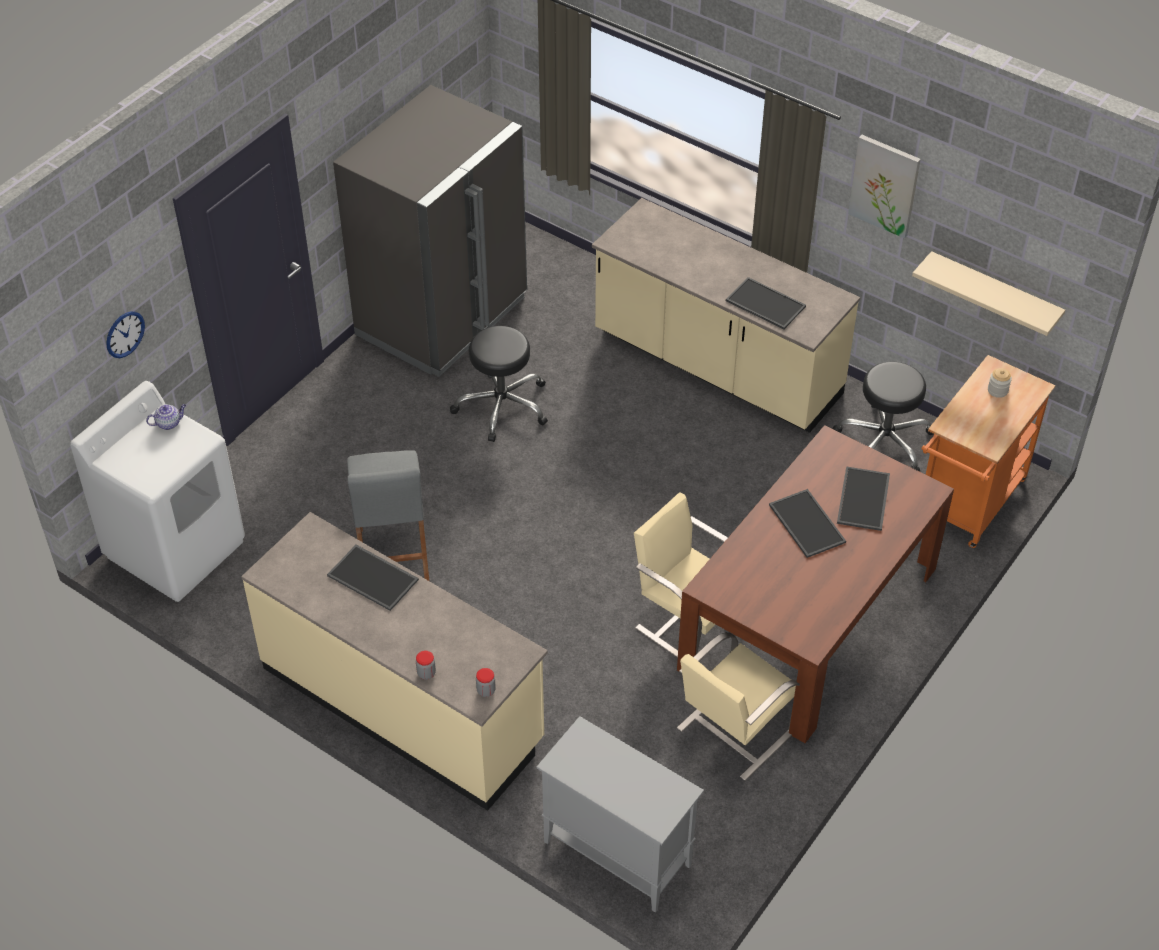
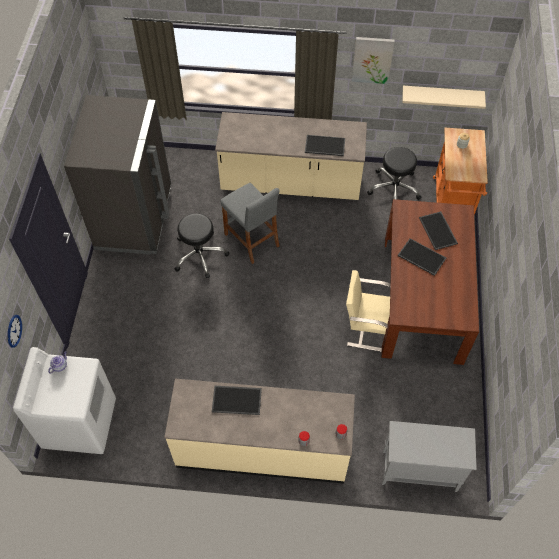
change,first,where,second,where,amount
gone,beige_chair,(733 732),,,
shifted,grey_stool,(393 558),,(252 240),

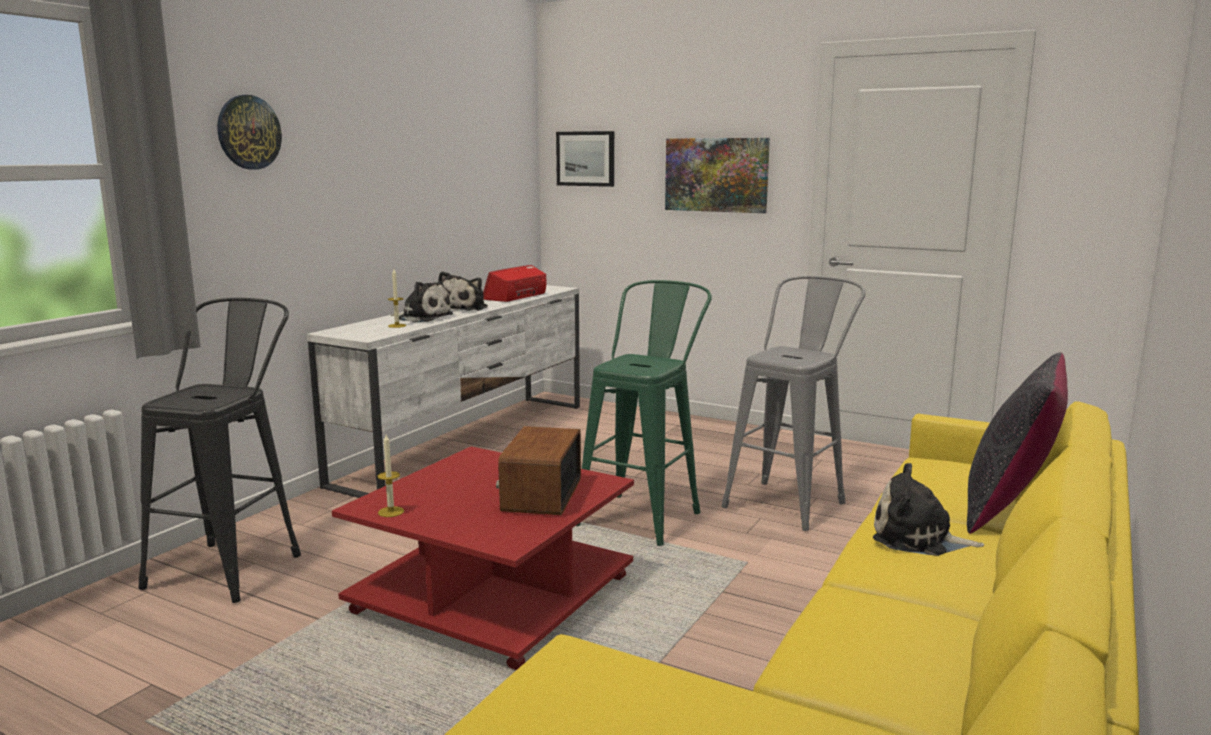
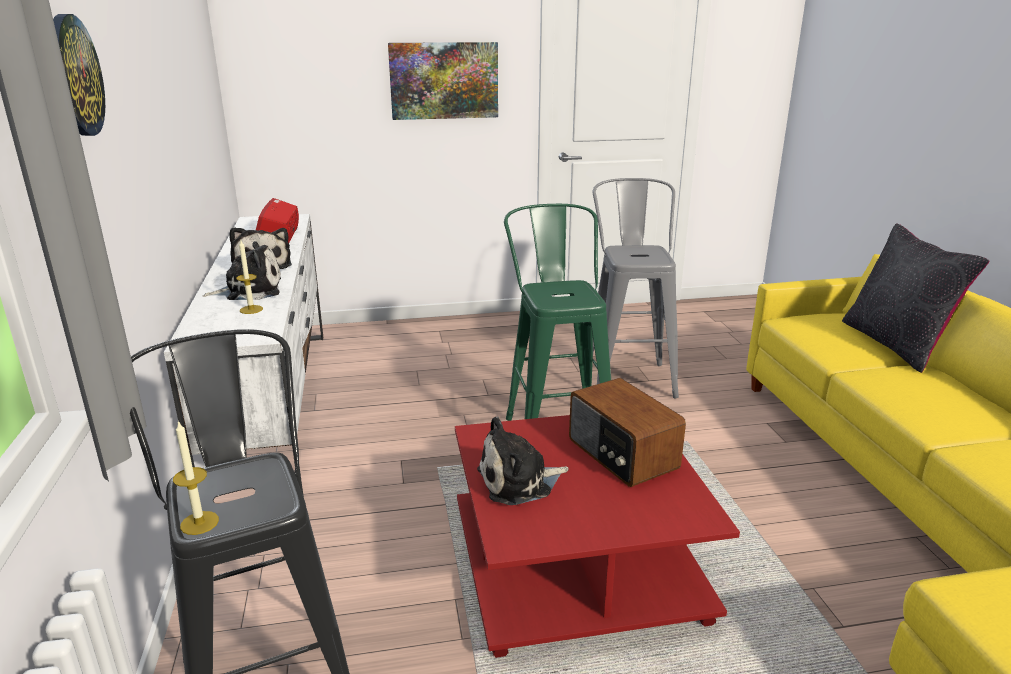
change,first,where,second,where,amount
gone,picture,(586 158),,,
shifted,candle,(391 512),,(199 523),
shifted,plush_toy,(918 538),,(519 481),

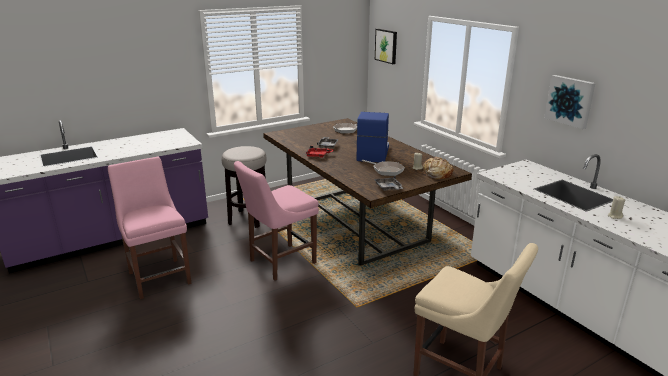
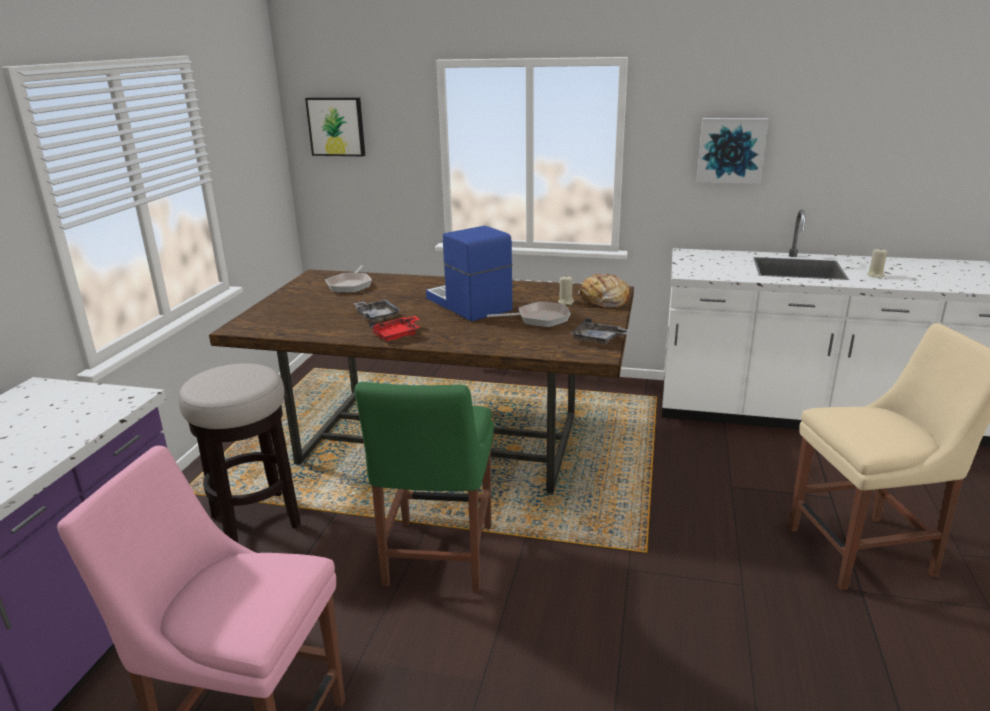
change,first,where,second,where,amount
repainted,pink_chair,(279 262),green_chair,(437 559),

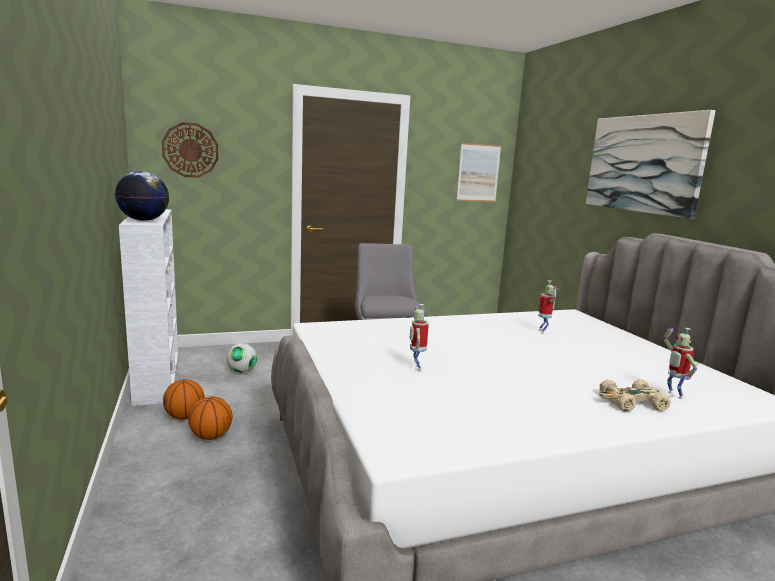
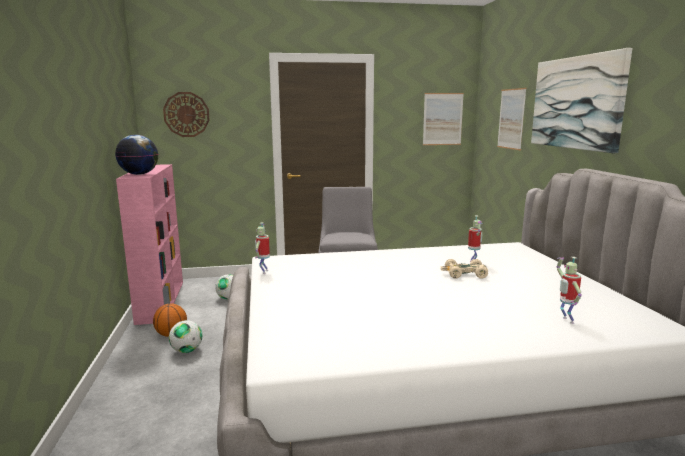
change,first,where,second,where,amount
new,,,picture,(511 119),
shifted,toy_robot,(416 368),,(263 272),
shifted,beige_toy_car,(631 403),,(464 274),
swapped,basketball,(211 436),football,(187 351),
repainted,white_bookcase,(157 375),pink_bookcase,(161 301),

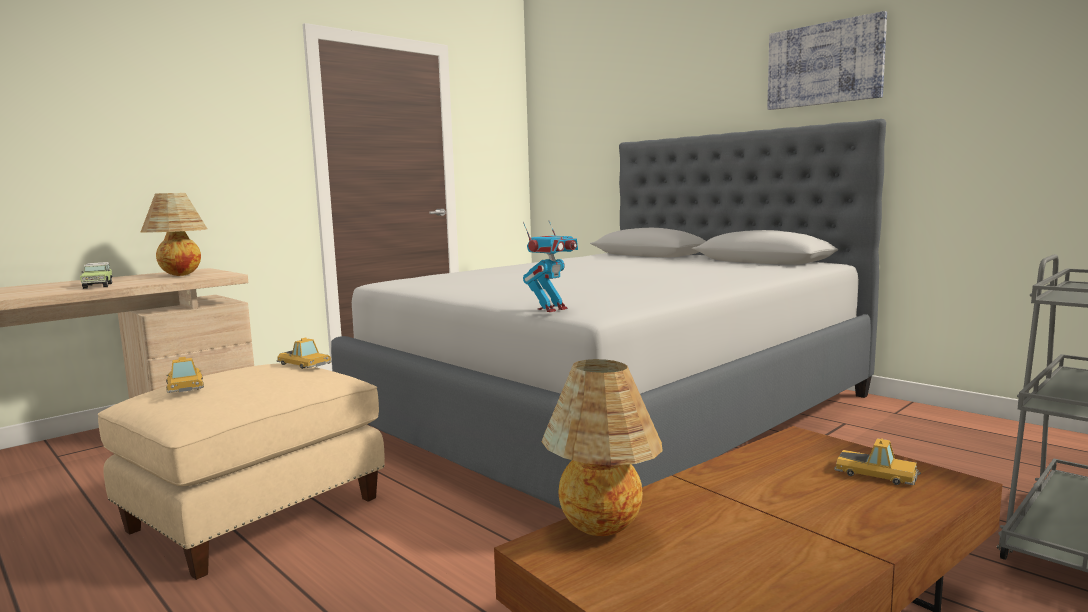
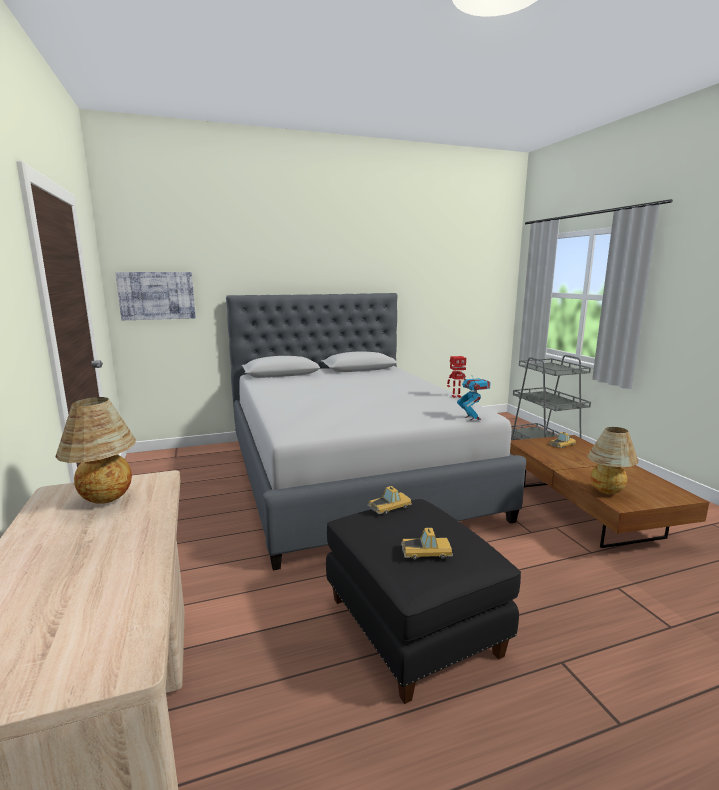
change,first,where,second,where,amount
gone,toy_car,(98 286),,,
new,,,toy_robot,(456 396),
shifted,picture,(824 64),,(157 295),
repainted,beige_ottoman,(256 515),black_ottoman,(414 626),

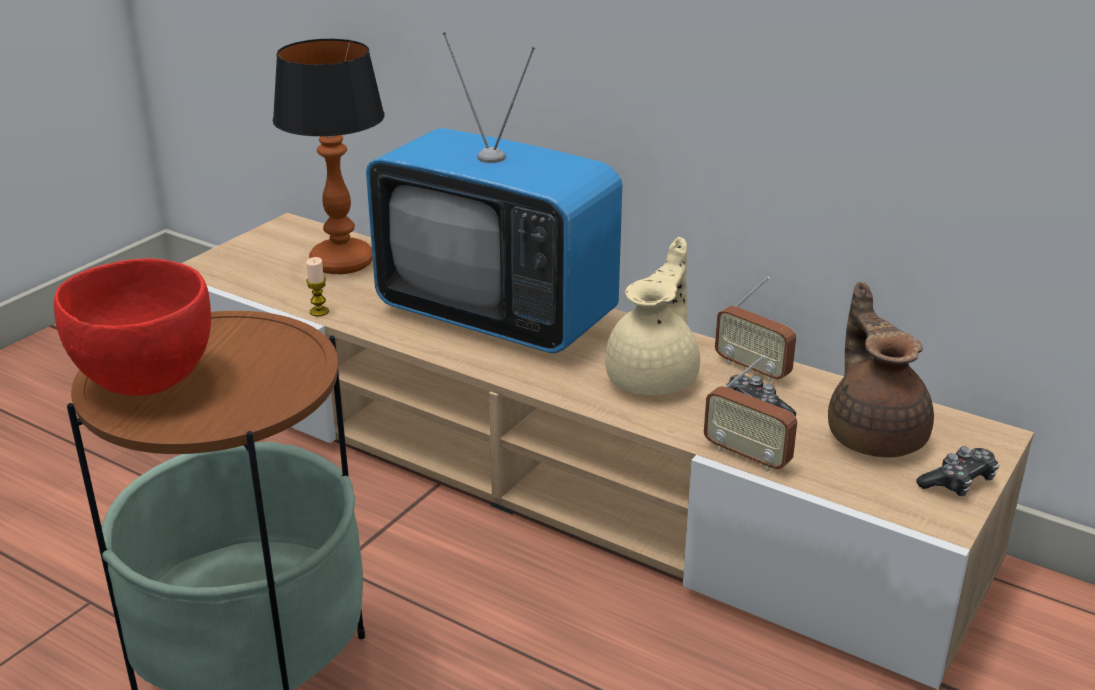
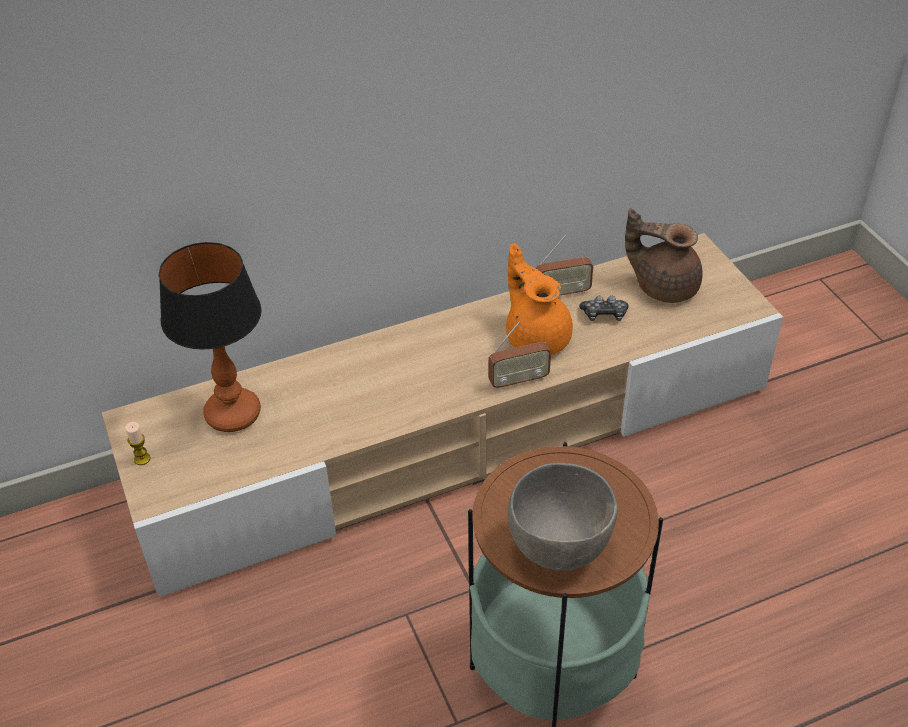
change,first,where,second,where,amount
gone,television,(497 316),,,
gone,game_controller,(958 482),,,
shifted,candle,(319 312),,(142 459),
shifted,radio,(747 456),,(518 381),
repainted,red_bowl,(146 378),grey_bowl,(558 547),
repainted,beige_teapot,(654 377),orange_teapot,(536 336),

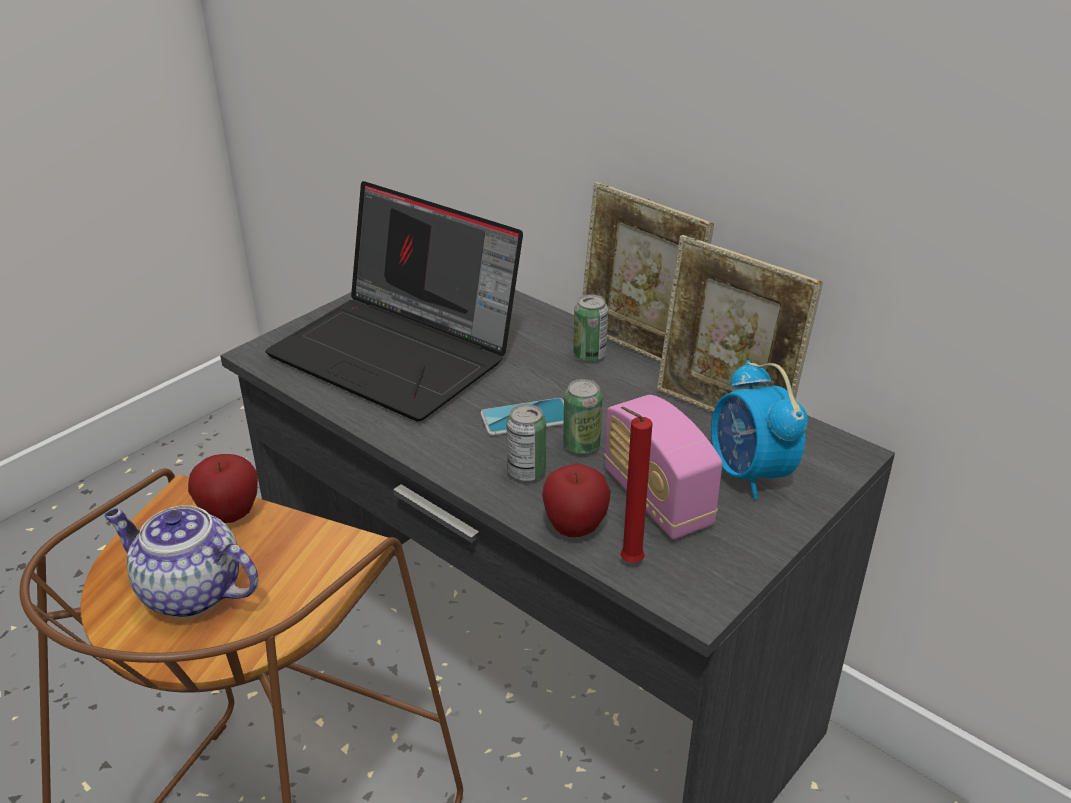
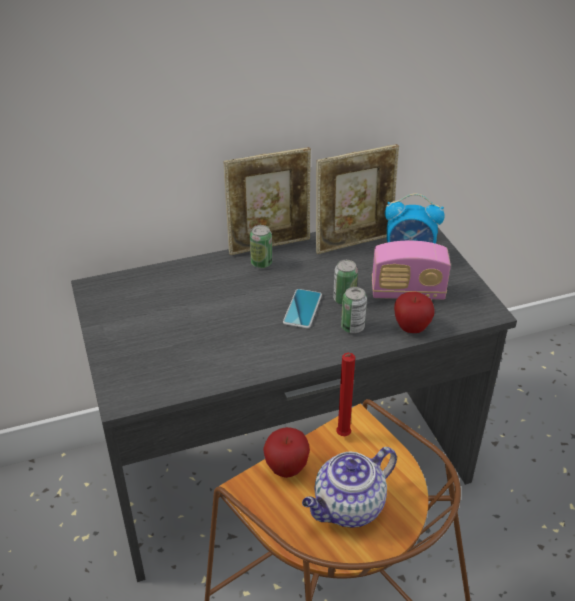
change,first,where,second,where,amount
gone,laptop,(400 353),,,
shifted,red_candle,(627 562),,(342 436),

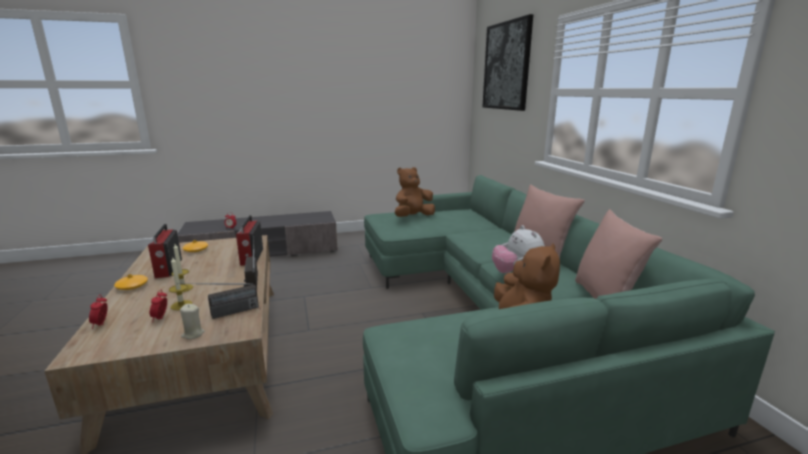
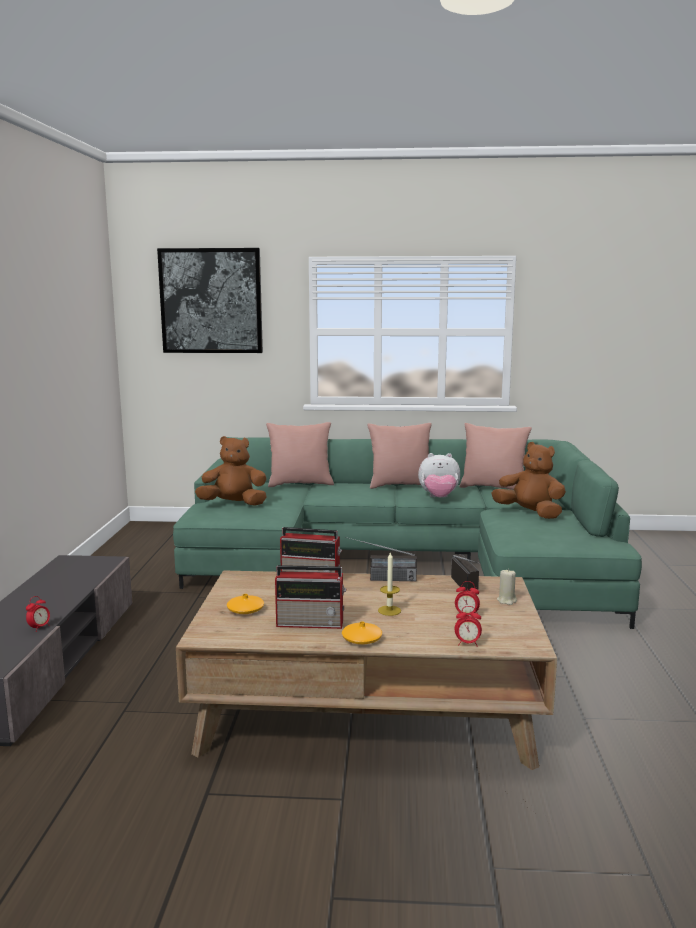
change,first,where,second,where,amount
gone,candle,(181 305),,,
new,,,pink_pillow,(300 484),
rotated,brown_plush_toy,(413 217),,(234 504),105 degrees clockwise

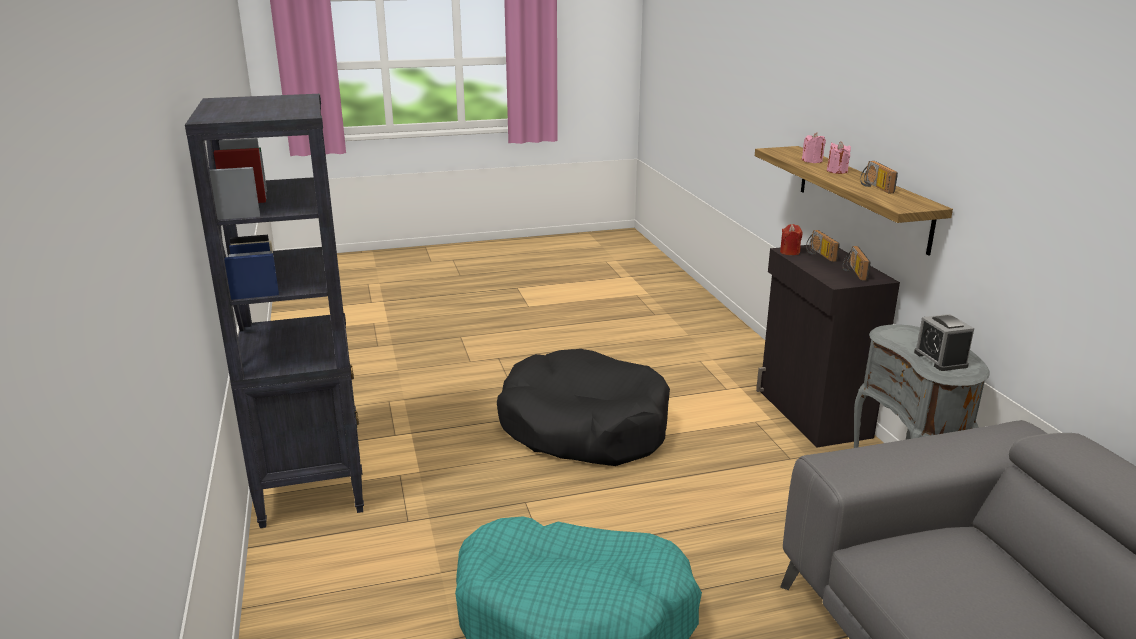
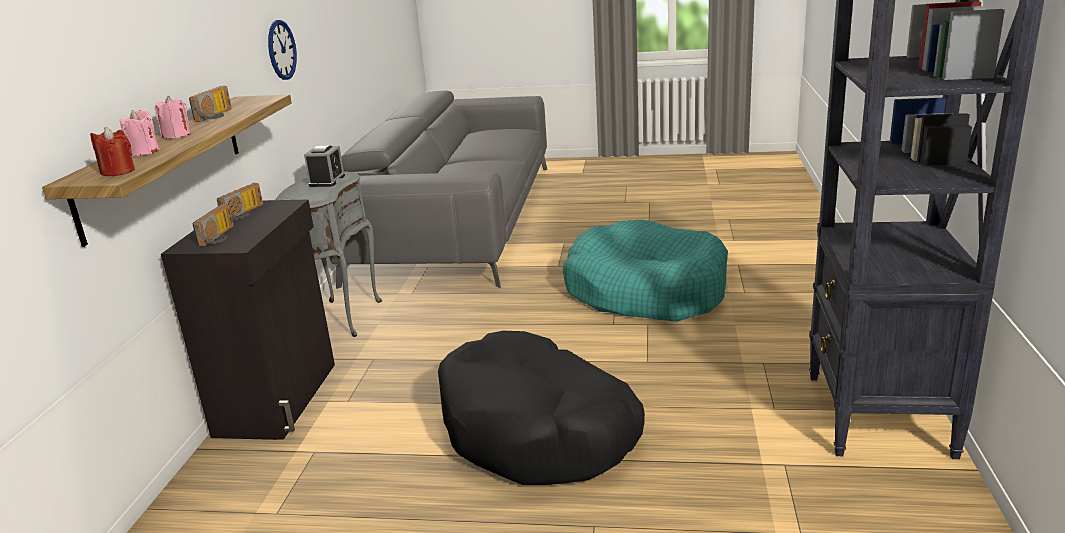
change,first,where,second,where,amount
new,,,wall_clock,(281 50),
shifted,red_candle,(789 252),,(118 172),

